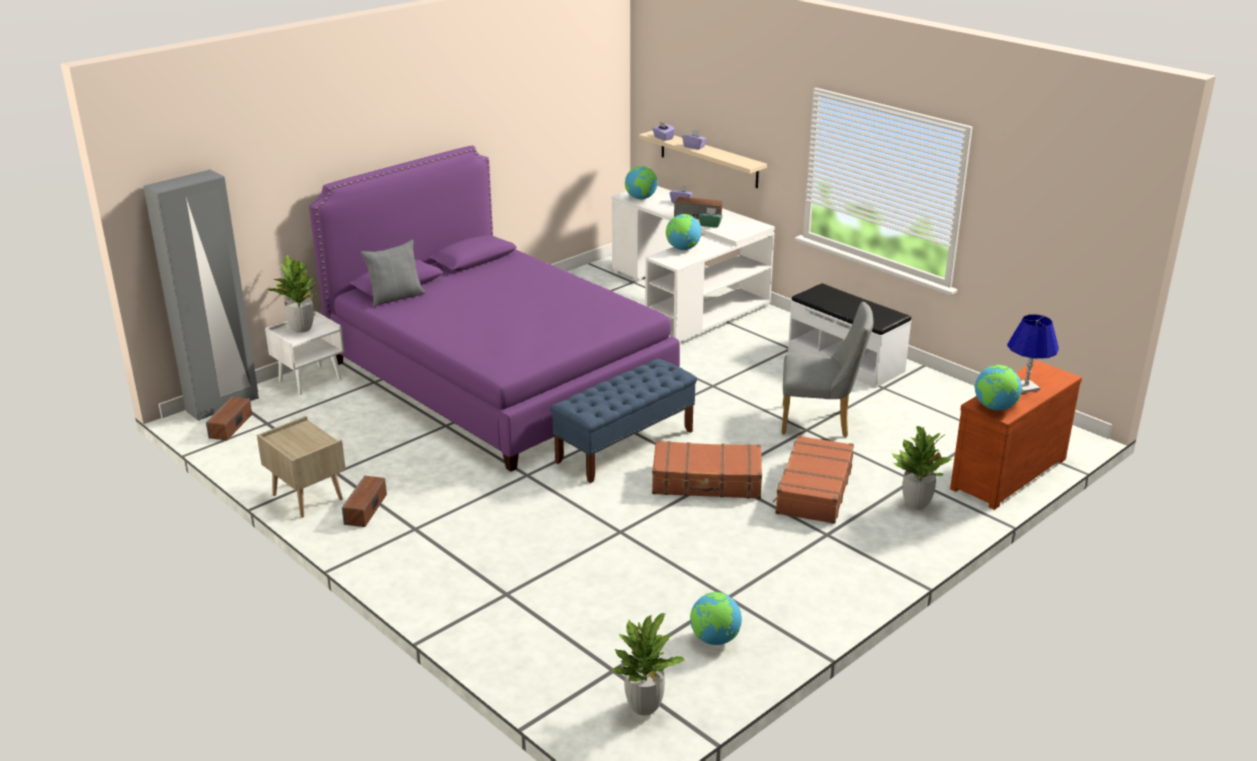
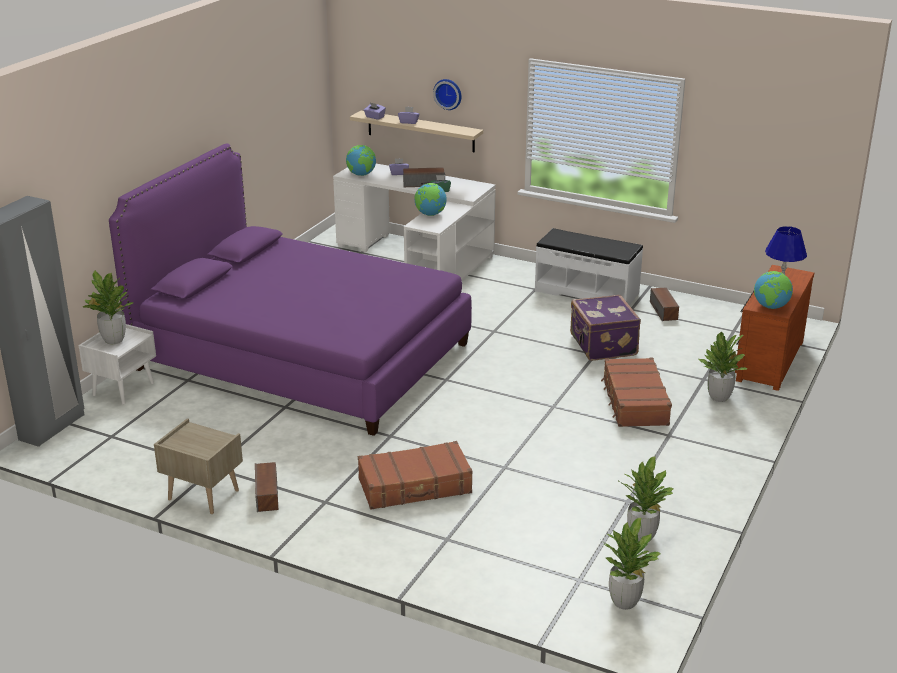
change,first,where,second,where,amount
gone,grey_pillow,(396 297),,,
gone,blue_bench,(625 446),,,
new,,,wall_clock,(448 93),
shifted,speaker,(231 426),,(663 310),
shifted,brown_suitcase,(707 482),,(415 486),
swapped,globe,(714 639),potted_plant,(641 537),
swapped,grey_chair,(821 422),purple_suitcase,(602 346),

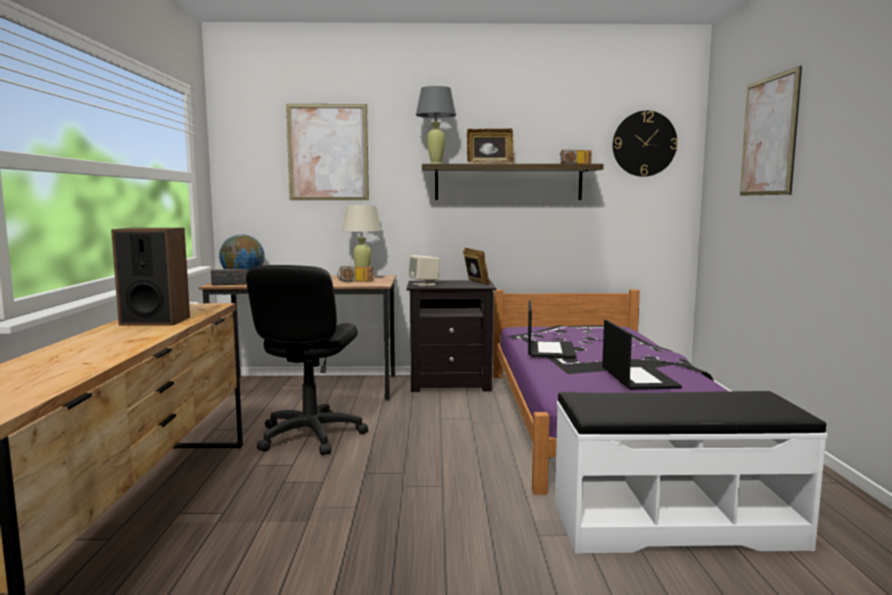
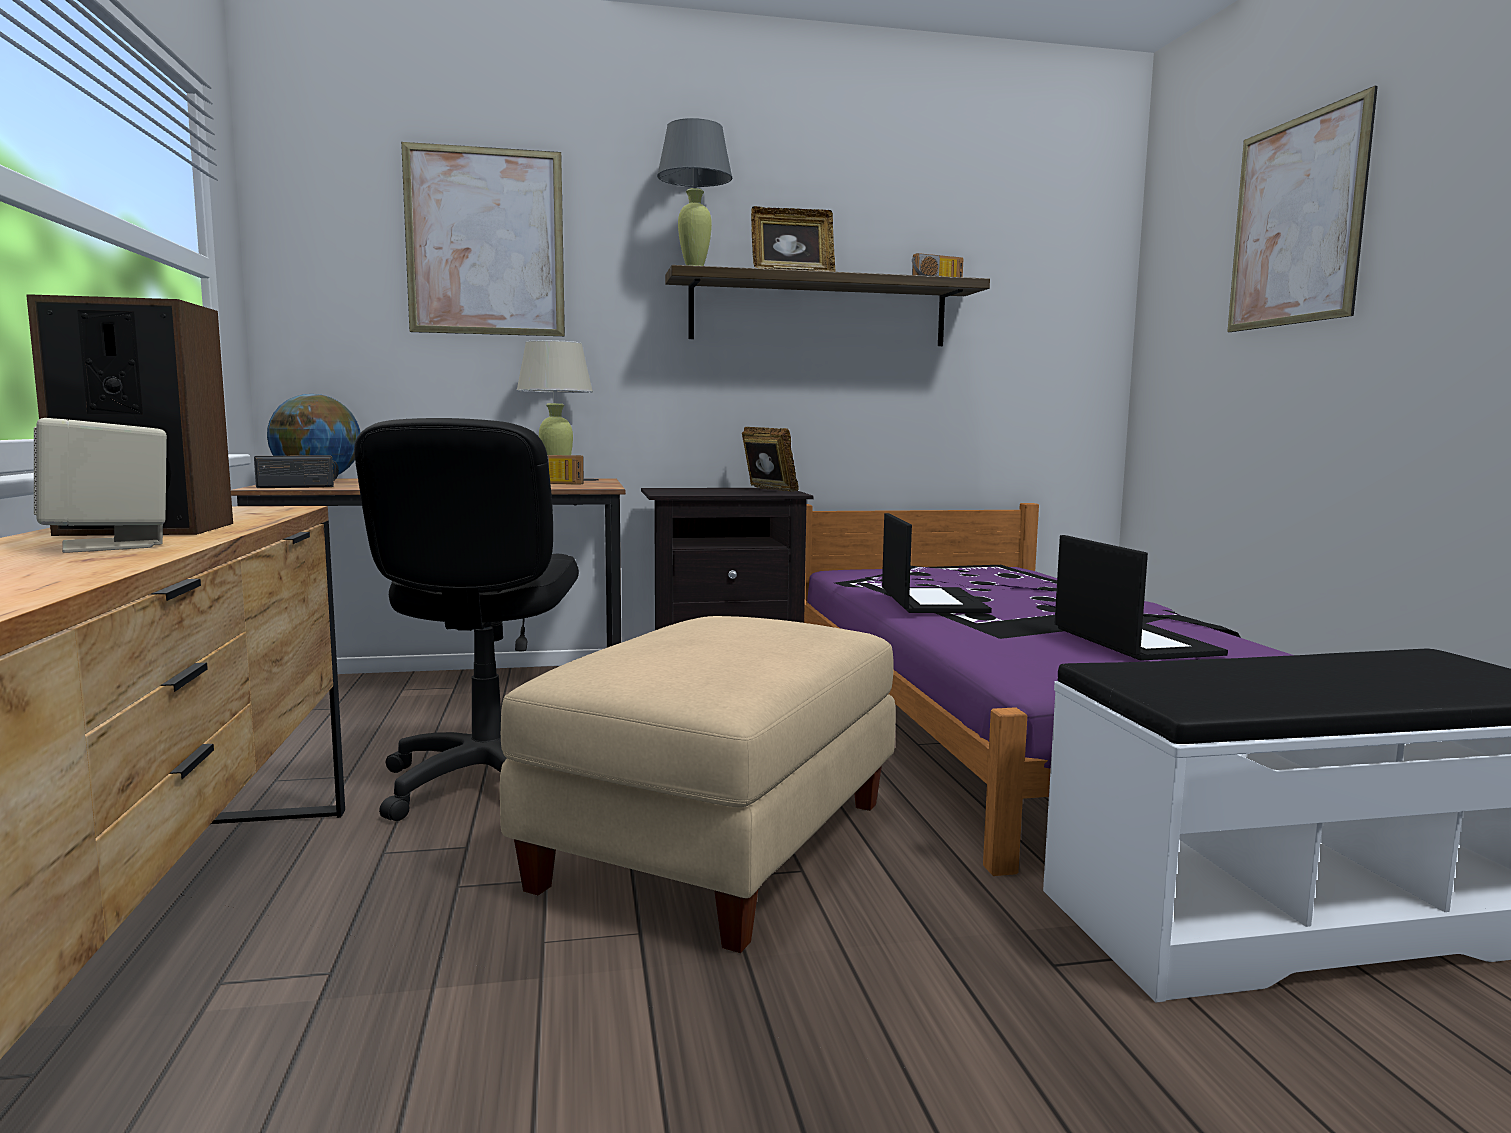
change,first,where,second,where,amount
gone,wall_clock,(644 144),,,
new,,,beige_ottoman,(716 842),
shifted,beige_speaker,(424 284),,(109 545),

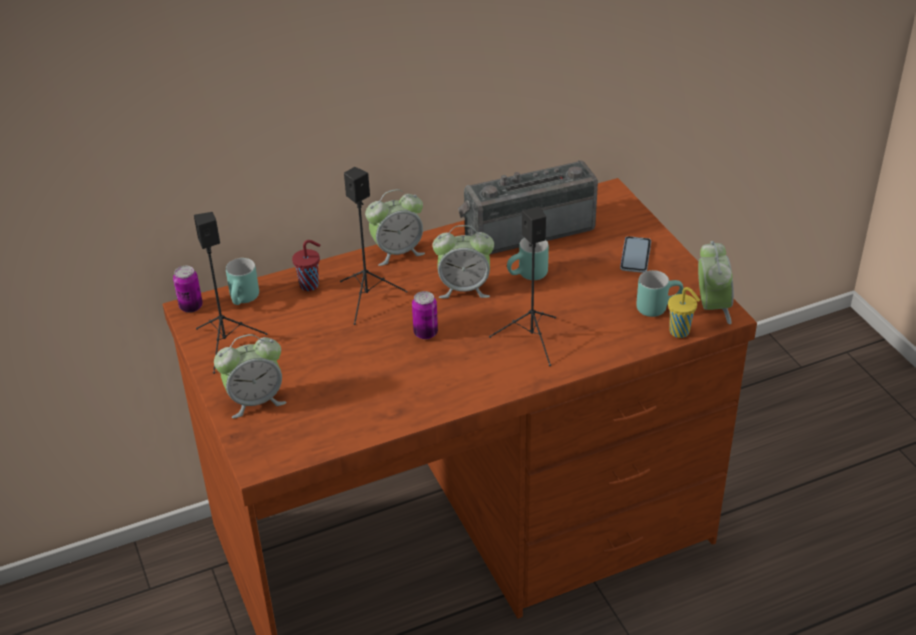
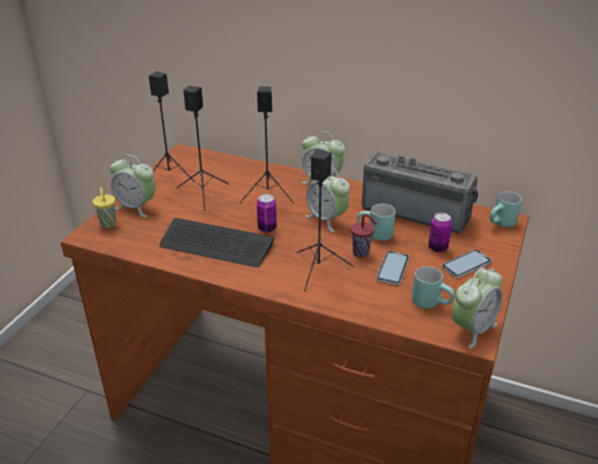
change,first,where,second,where,amount
new,,,keyboard,(216 244),
new,,,black_speaker,(204 193),
new,,,phone,(393 269),
shifted,can,(191 307),,(437 248),
shifted,turquoise_mug,(245 300),,(502 224),
shifted,red_cup,(310 285),,(362 253),
shifted,yellow_cup,(680 332),,(108 225),

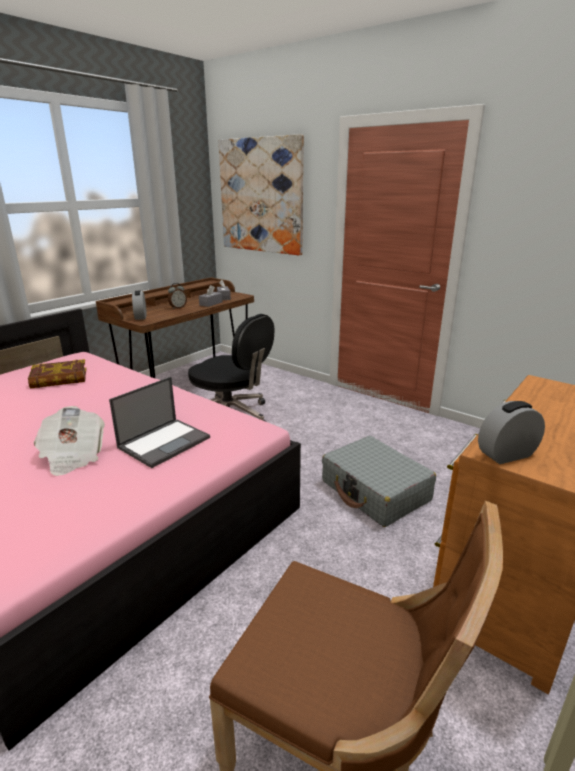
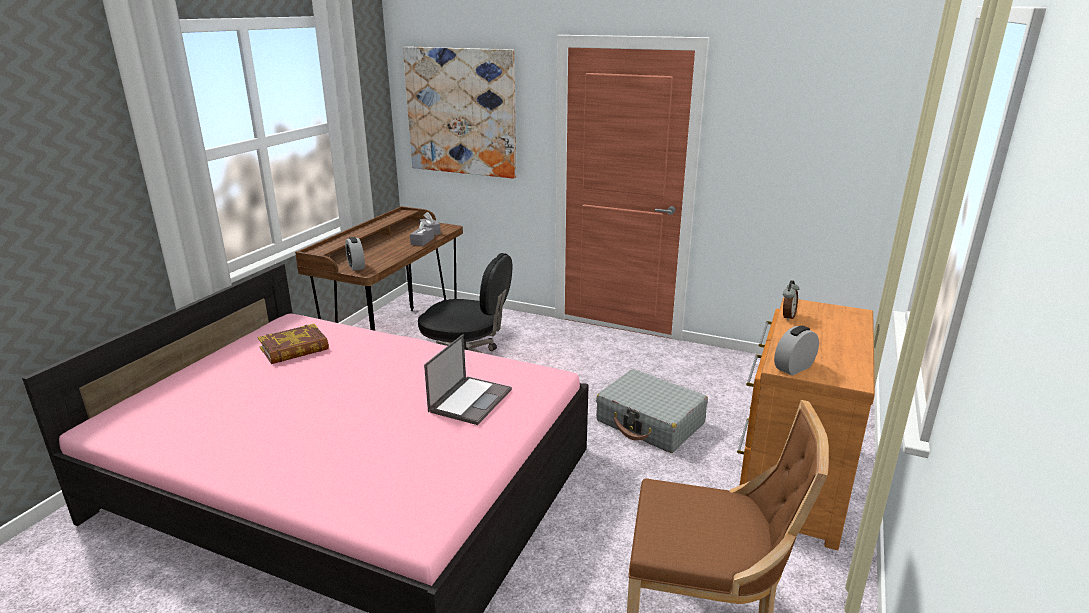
change,first,where,second,where,amount
gone,newspaper,(72 456),,,
shifted,alarm_clock,(178 307),,(787 317),

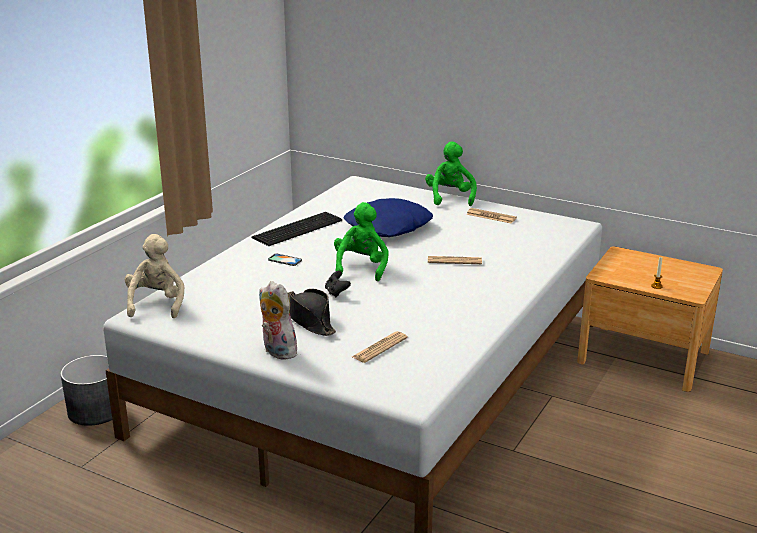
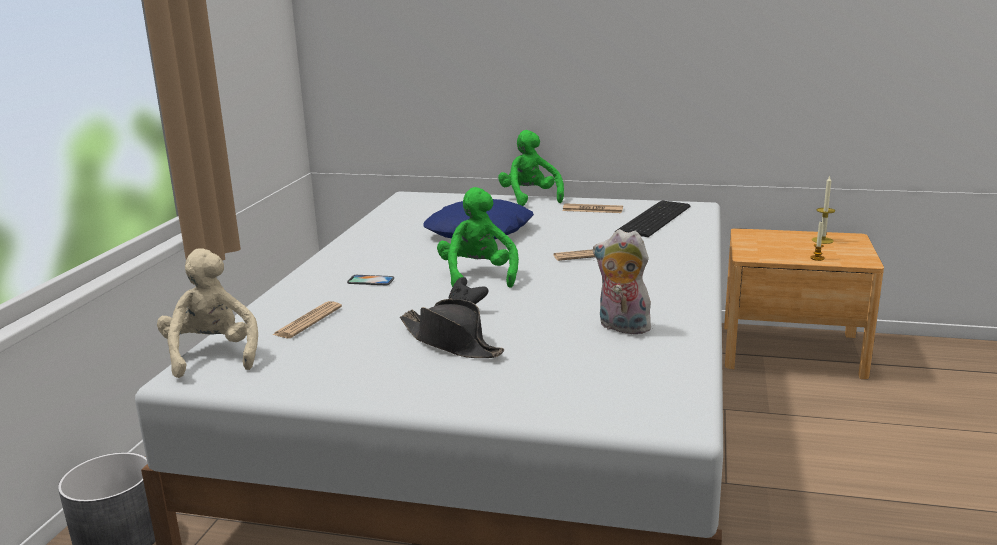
change,first,where,second,where,amount
new,,,candle,(822 240),
shifted,keyboard,(295 229),,(651 219),
shifted,plush_toy,(277 351),,(621 327),
shifted,newspaper,(379 348),,(308 321),

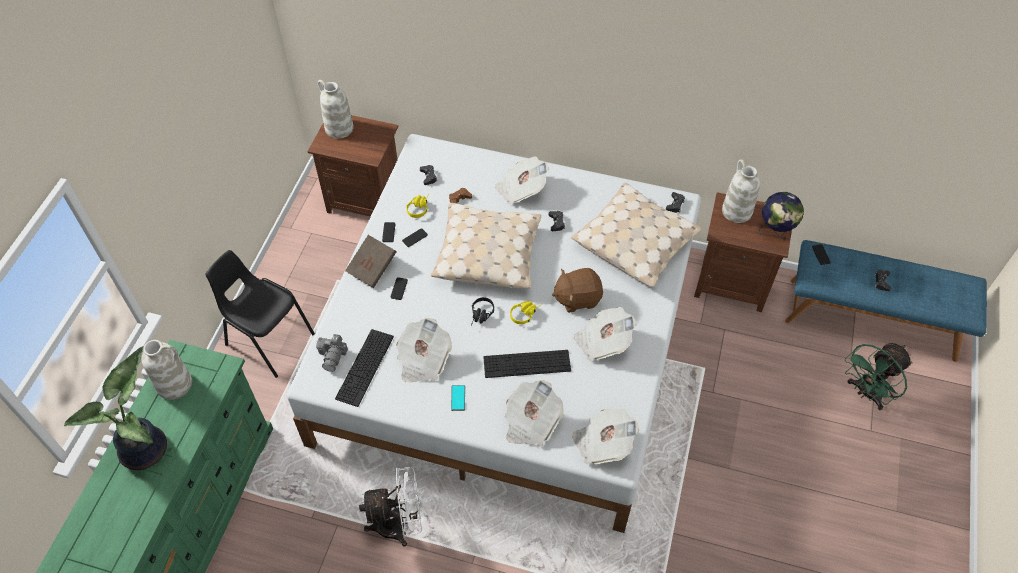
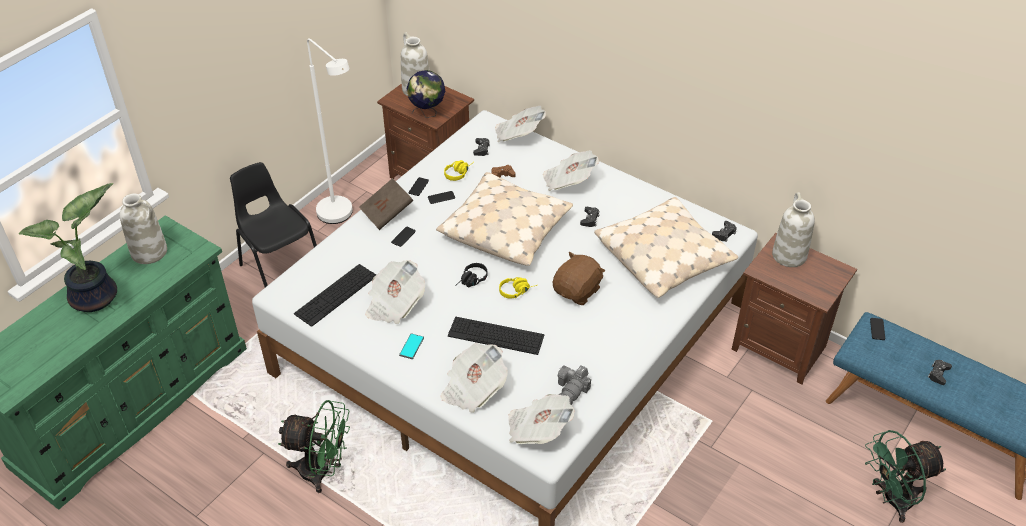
change,first,where,second,where,amount
new,,,white_floor_lamp,(341 216),
shifted,photo_camera,(333 356),,(572 390),
shifted,newspaper,(602 341),,(518 134),
shifted,globe,(775 231),,(427 113),
repainted,white_fan,(399 524),green_fan,(322 471),
rotated,brown_plush_toy,(577 298),,(577 291),120 degrees clockwise

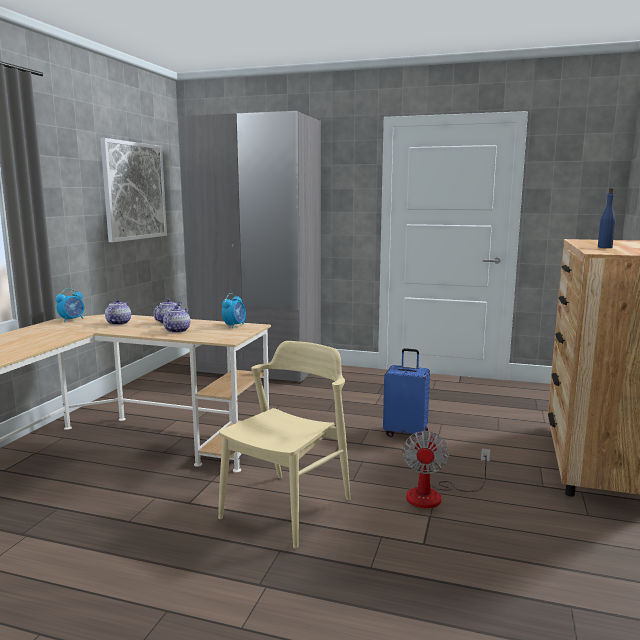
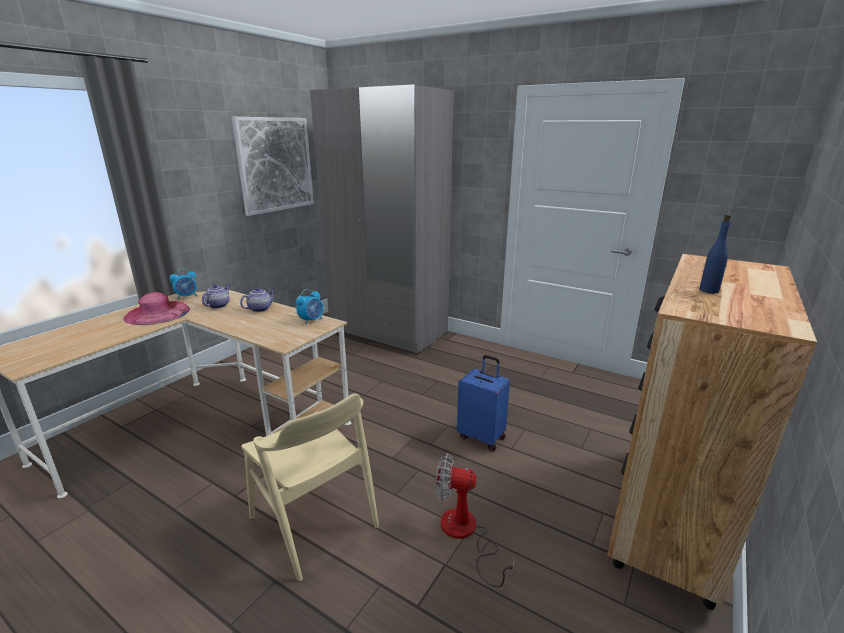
change,first,where,second,where,amount
gone,teapot,(177 330),,,
new,,,pink_hat,(157 313),
rotated,beige_chair,(287 508),,(314 522),90 degrees clockwise
rotated,fan,(434 495),,(465 534),75 degrees clockwise

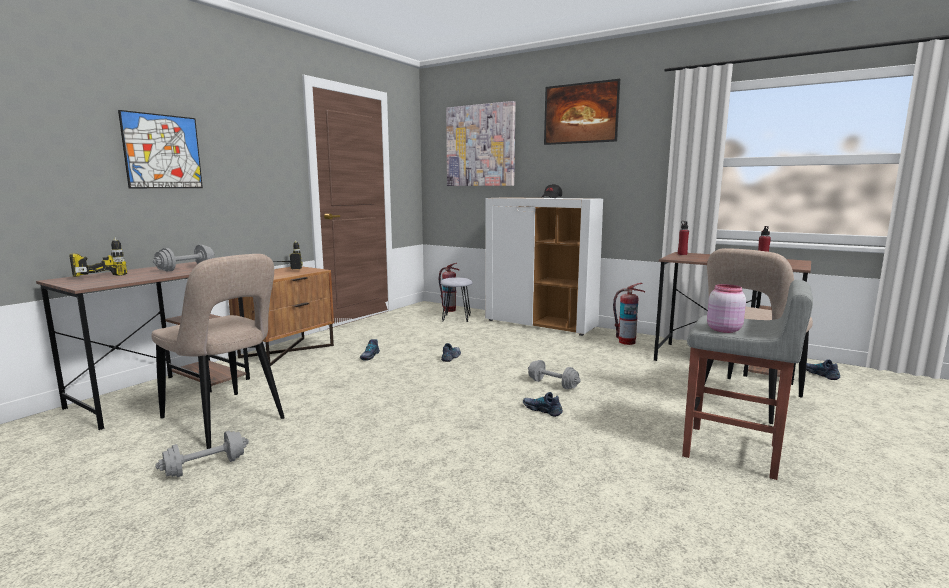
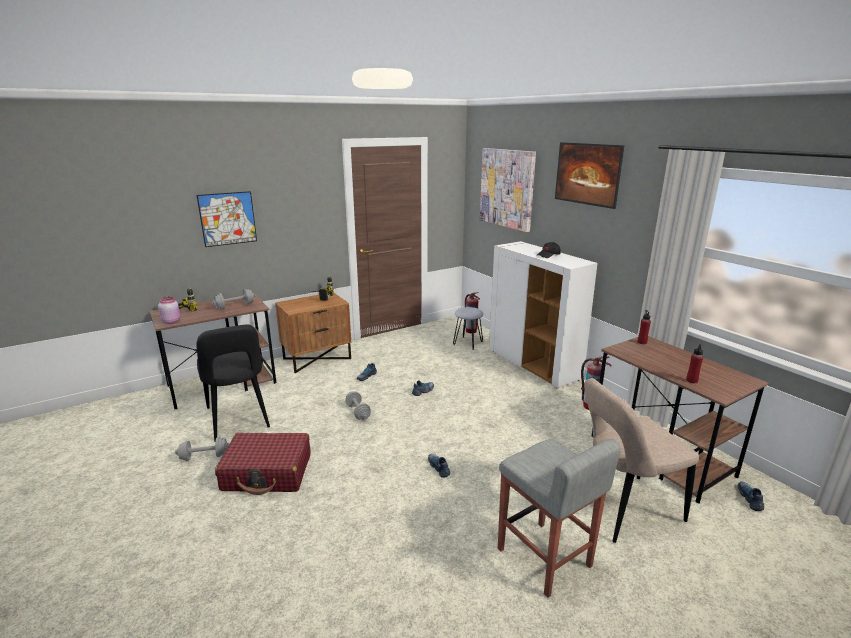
change,first,where,second,where,amount
new,,,red_suitcase,(267 472),
shifted,grey_dumbbell,(553 384),,(358 412),
shifted,pink_jar,(723 329),,(171 321),
repainted,beige_chair,(226 421),black_chair,(238 420),

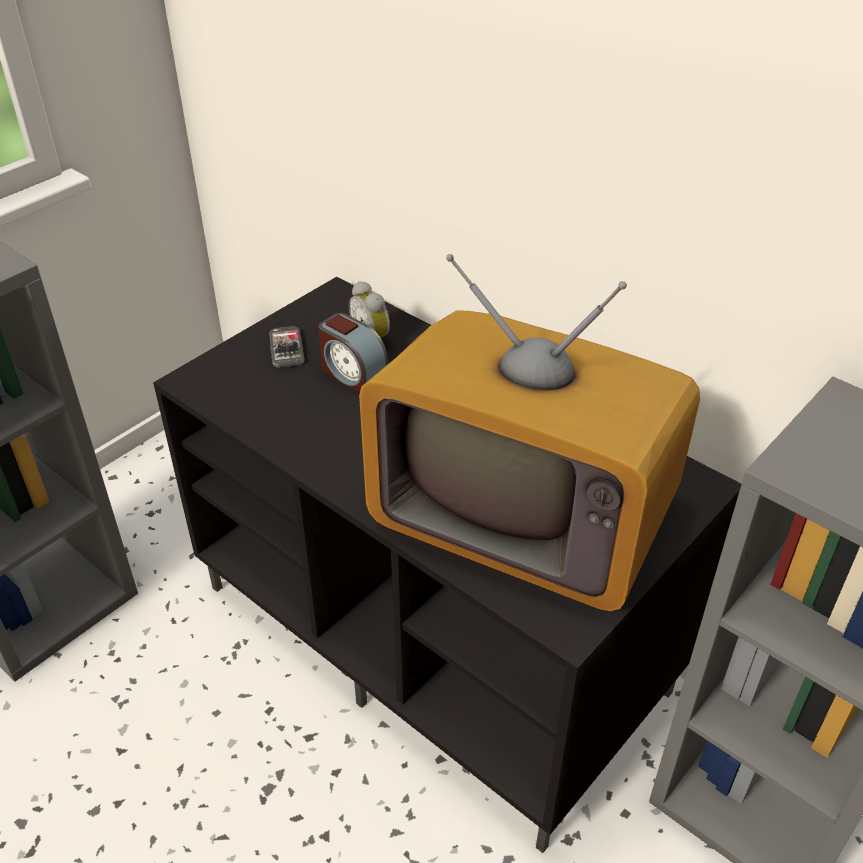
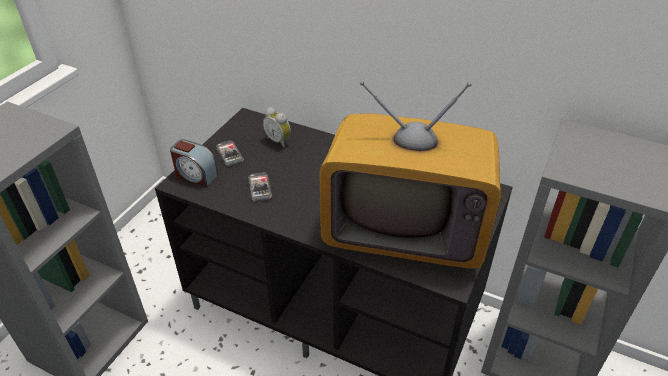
change,first,where,second,where,amount
new,,,phone,(260 188),
shifted,alarm_clock,(353 375),,(196 175),

